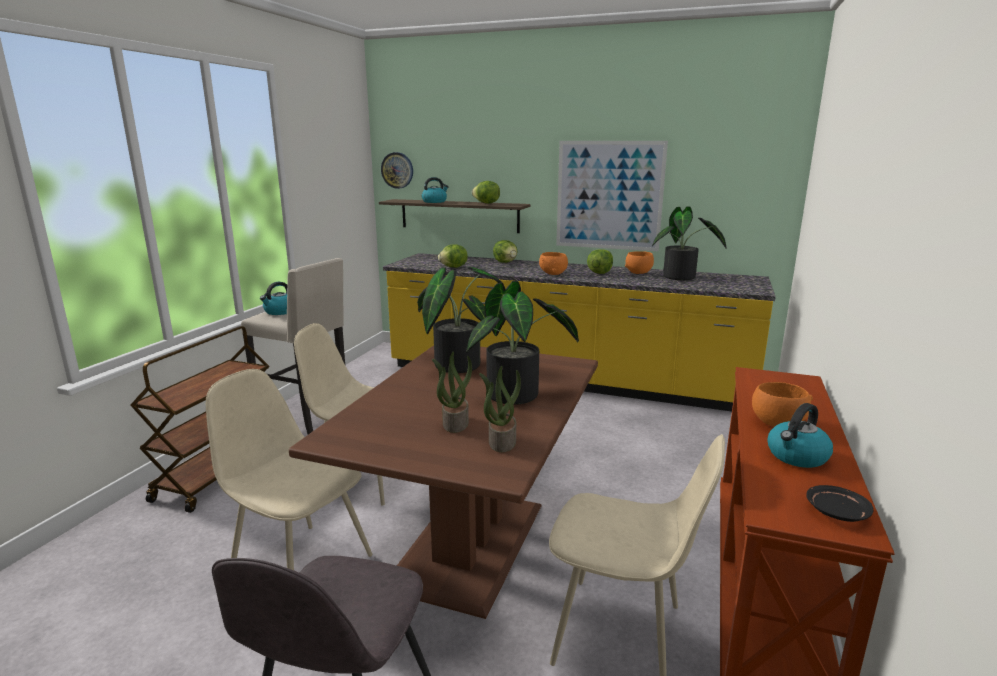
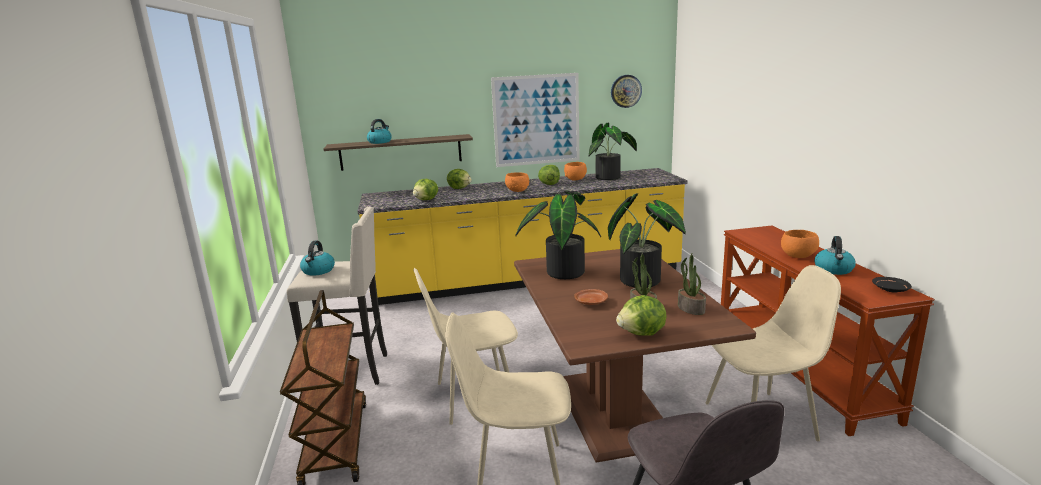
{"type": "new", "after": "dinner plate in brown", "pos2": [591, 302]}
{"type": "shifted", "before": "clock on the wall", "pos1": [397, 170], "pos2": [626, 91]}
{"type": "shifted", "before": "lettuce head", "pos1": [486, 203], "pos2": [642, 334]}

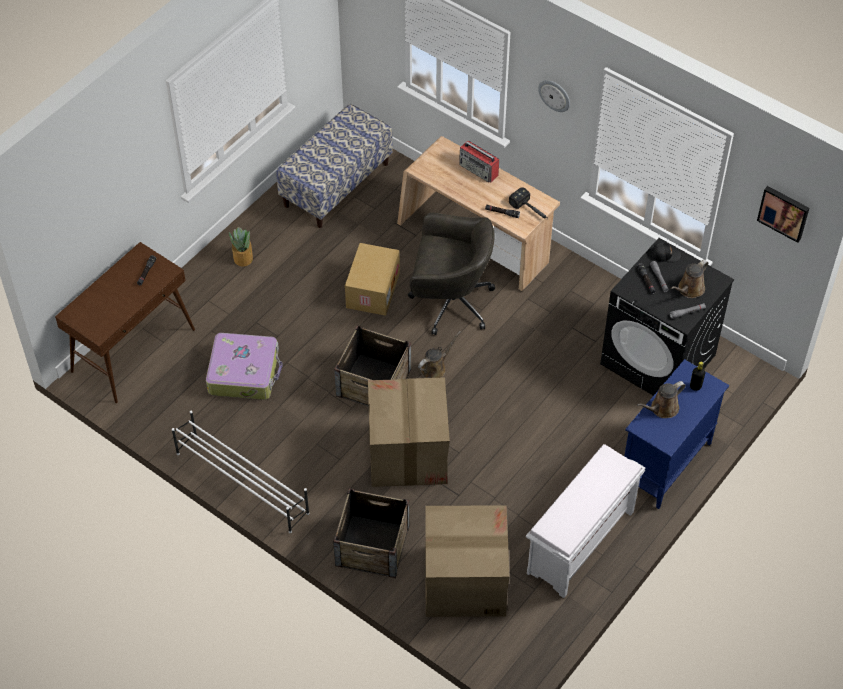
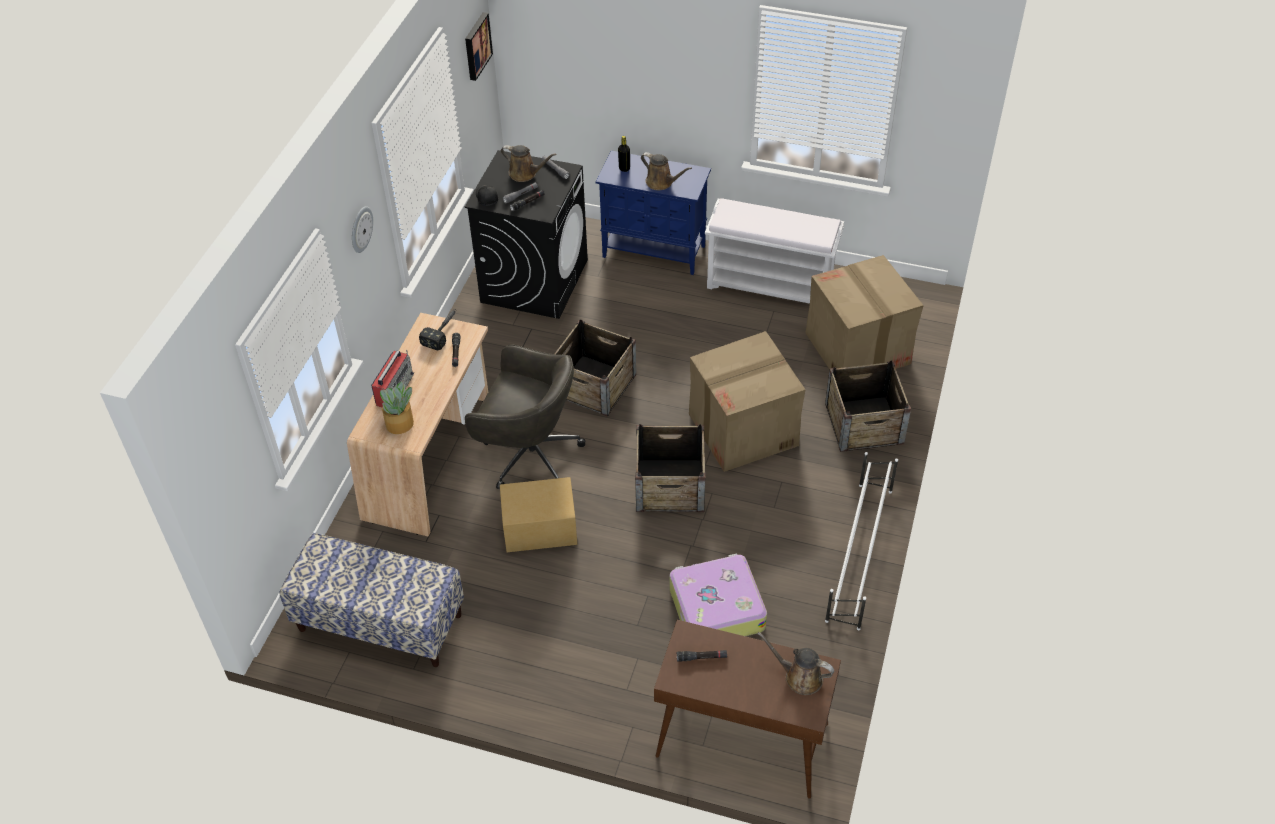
{"type": "new", "after": "packing crate", "pos2": [594, 384]}
{"type": "shifted", "before": "potted plant", "pos1": [243, 258], "pos2": [400, 424]}
{"type": "shifted", "before": "watering pot in brown", "pos1": [435, 368], "pos2": [799, 677]}
{"type": "rotated", "before": "computer chair in gray", "pos1": [450, 302], "pos2": [529, 454], "turn": 120}

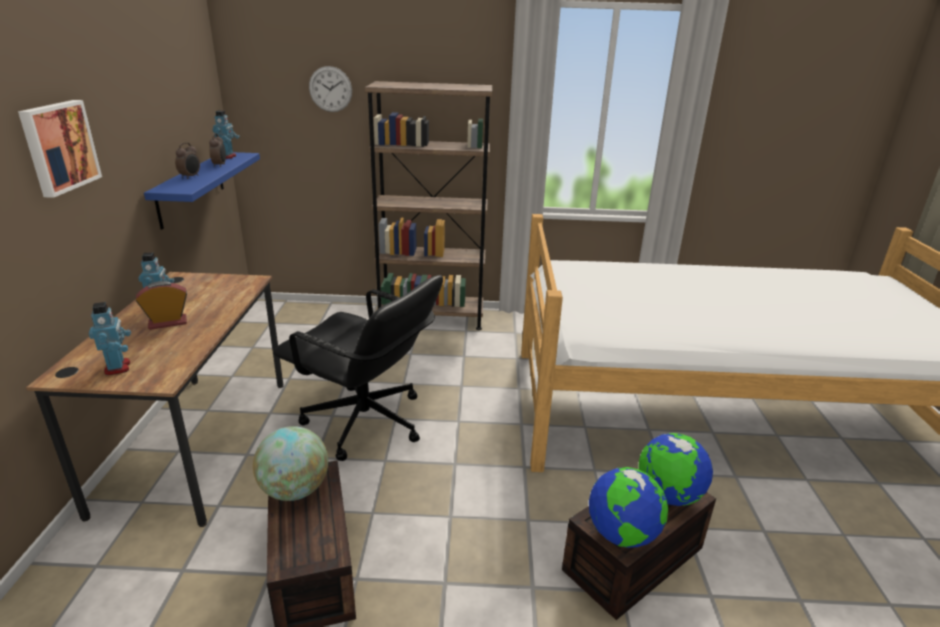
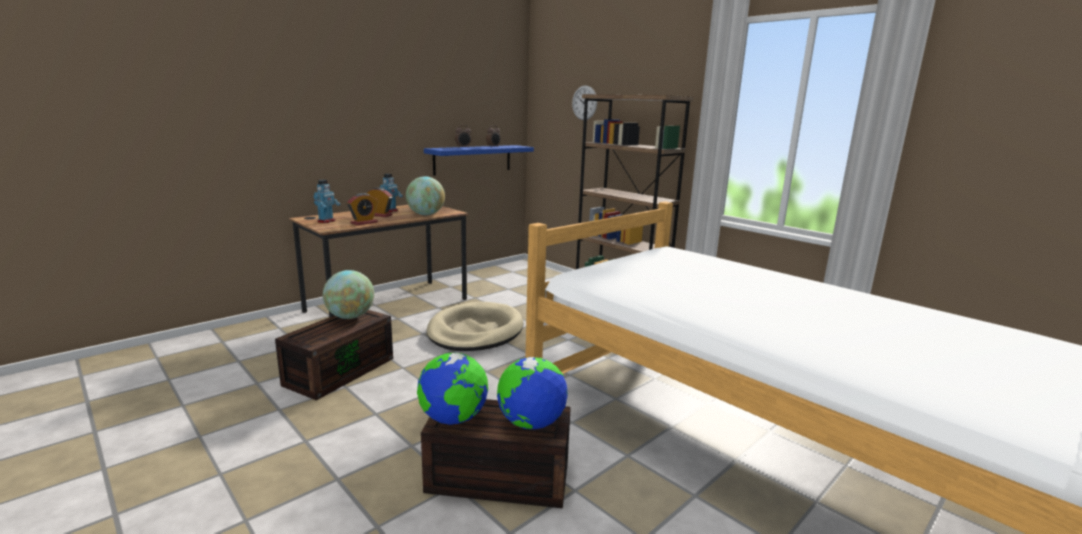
{"type": "gone", "before": "picture", "pos1": [58, 147]}
{"type": "gone", "before": "model robot", "pos1": [228, 157]}
{"type": "new", "after": "table clock", "pos2": [364, 223]}
{"type": "new", "after": "globe", "pos2": [426, 214]}
{"type": "swapped", "before": "computer chair in black-coloured", "after": "pet bed in beige", "pos1": [365, 423], "pos2": [475, 331]}

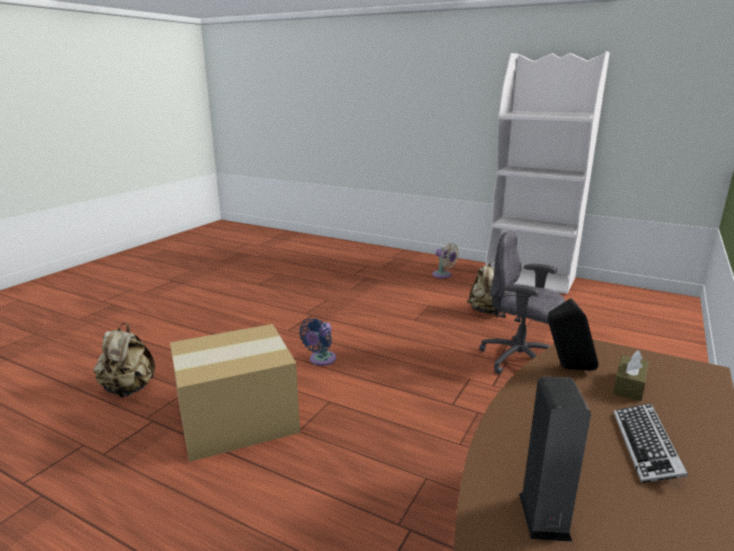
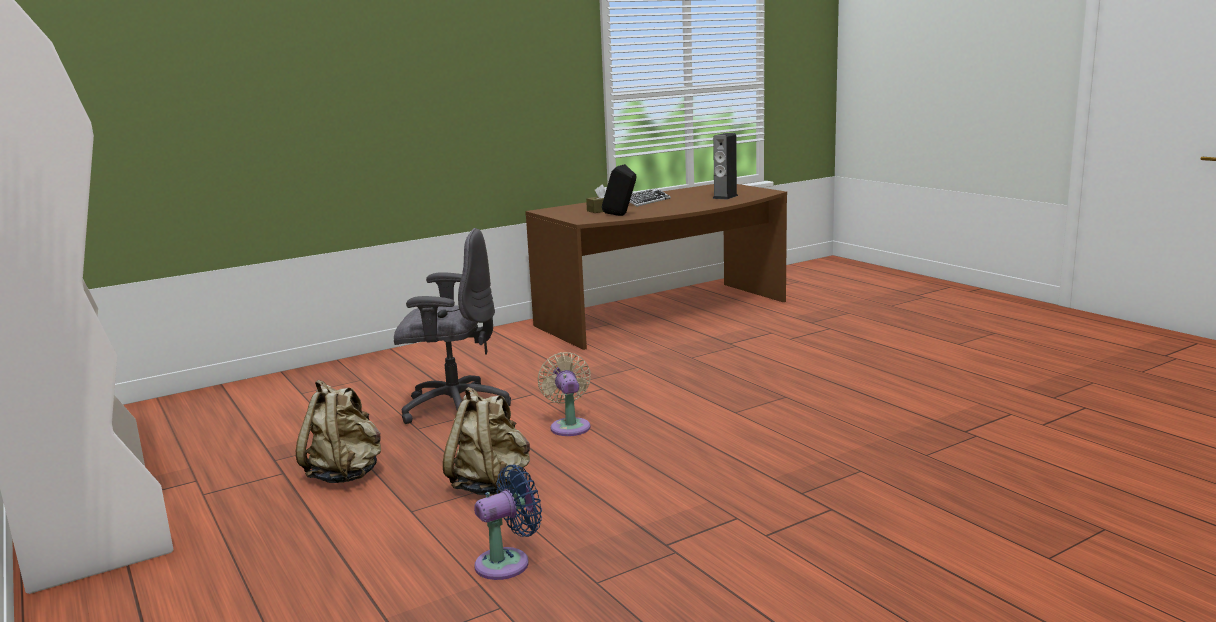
{"type": "gone", "before": "carton", "pos1": [236, 420]}
{"type": "shifted", "before": "backpack in beige", "pos1": [129, 389], "pos2": [491, 485]}
{"type": "shifted", "before": "cooling fan in blue-coloured", "pos1": [321, 360], "pos2": [508, 562]}
{"type": "shifted", "before": "cooling fan in beige", "pos1": [443, 275], "pos2": [569, 426]}
{"type": "rotated", "before": "computer chair in gray", "pos1": [519, 359], "pos2": [453, 408], "turn": -60}

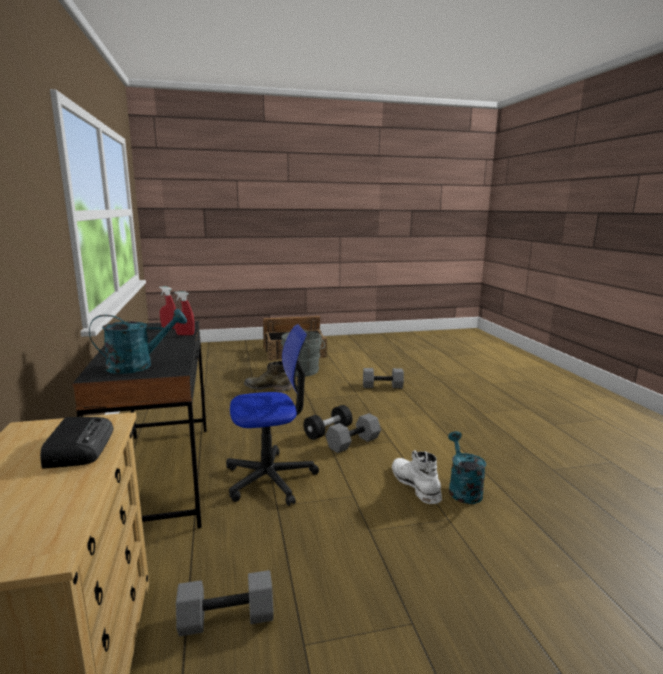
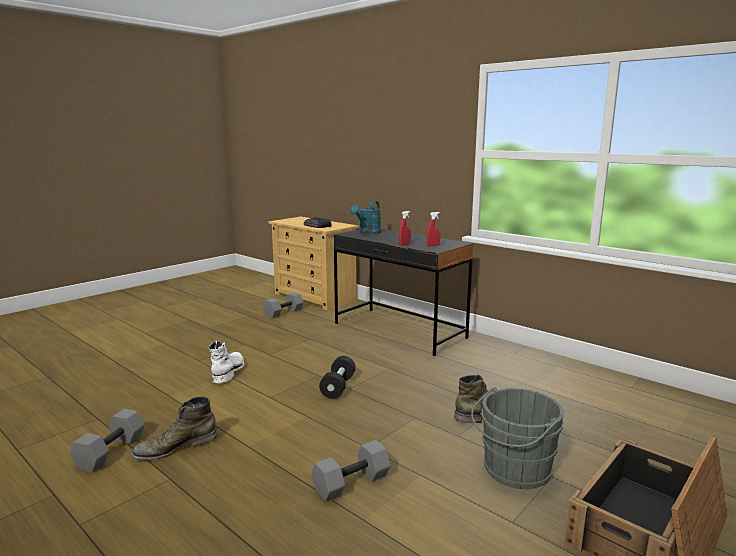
{"type": "gone", "before": "computer chair", "pos1": [270, 479]}
{"type": "gone", "before": "watering pot in blue-green", "pos1": [462, 489]}
{"type": "new", "after": "high-top boot in green", "pos2": [176, 447]}
{"type": "shifted", "before": "hand weight in gray", "pos1": [353, 443], "pos2": [110, 451]}
{"type": "rotated", "before": "high-top boot in whitish", "pos1": [415, 484], "pos2": [229, 371], "turn": -120}

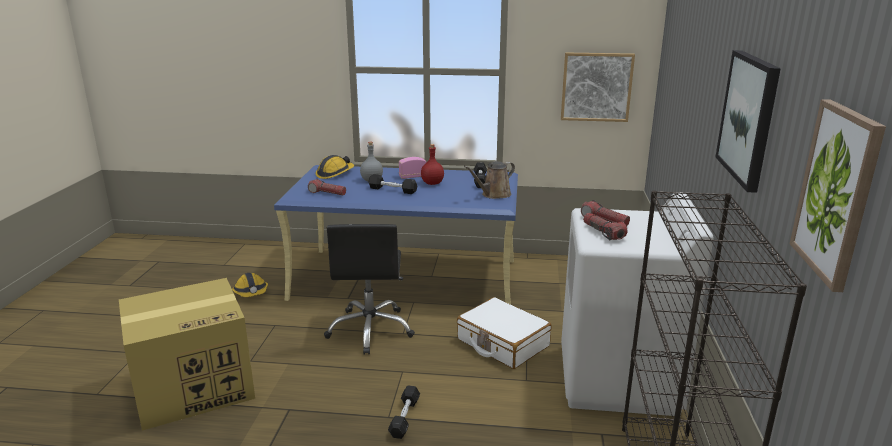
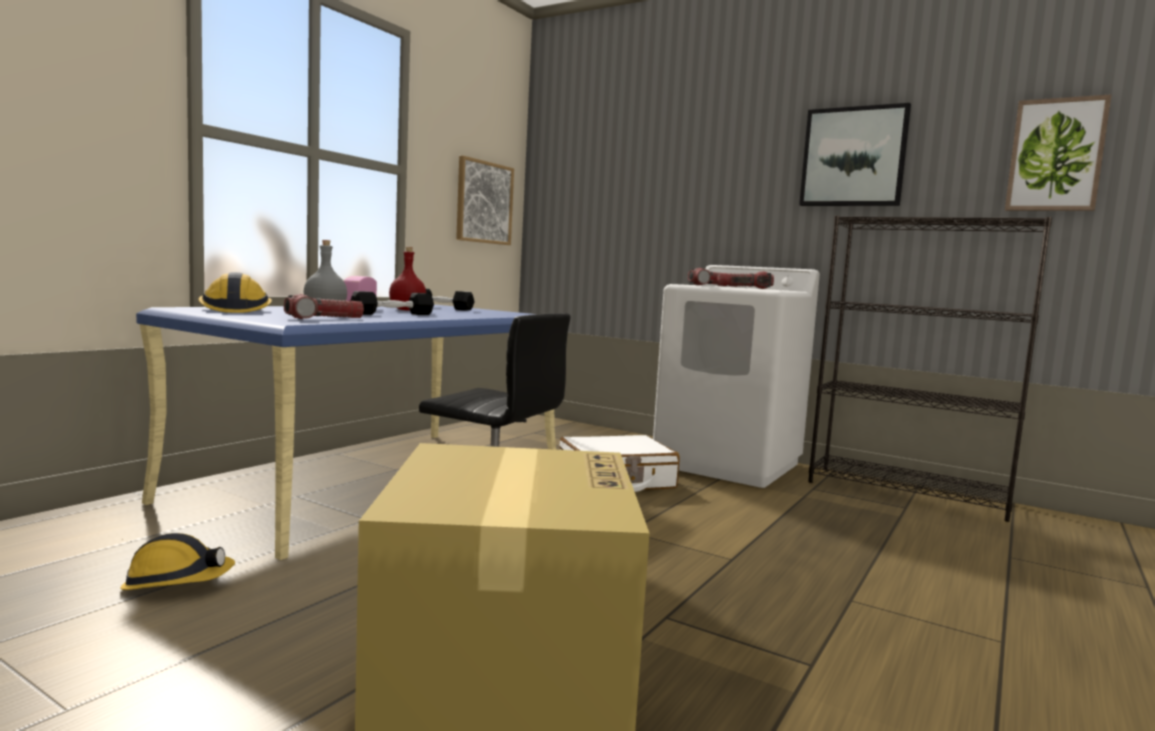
{"type": "gone", "before": "hand weight in black-coloured", "pos1": [404, 418]}
{"type": "gone", "before": "watering pot in brown", "pos1": [494, 195]}

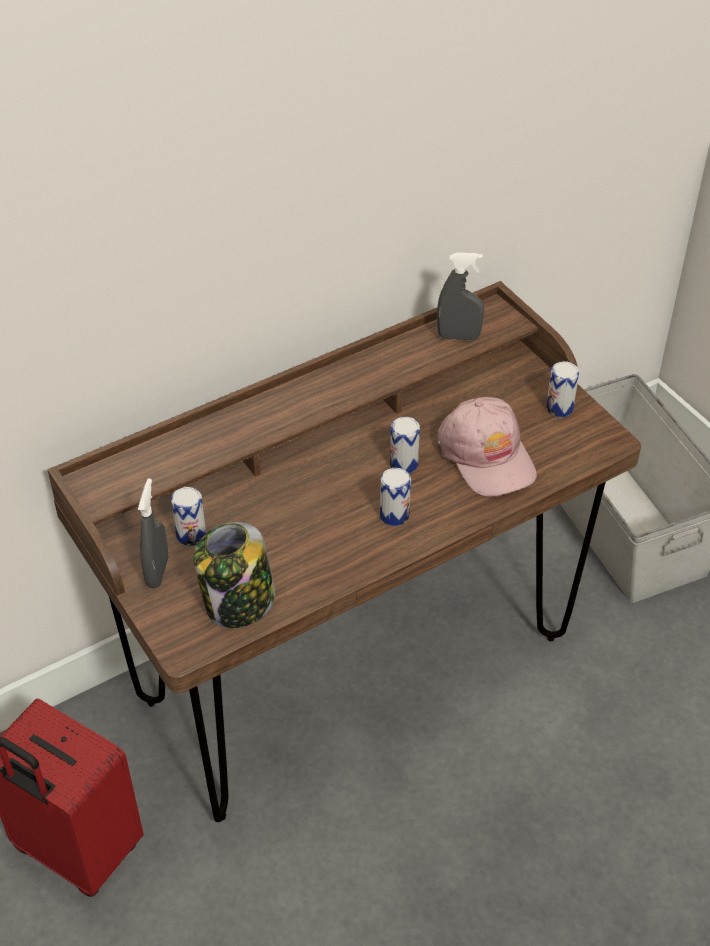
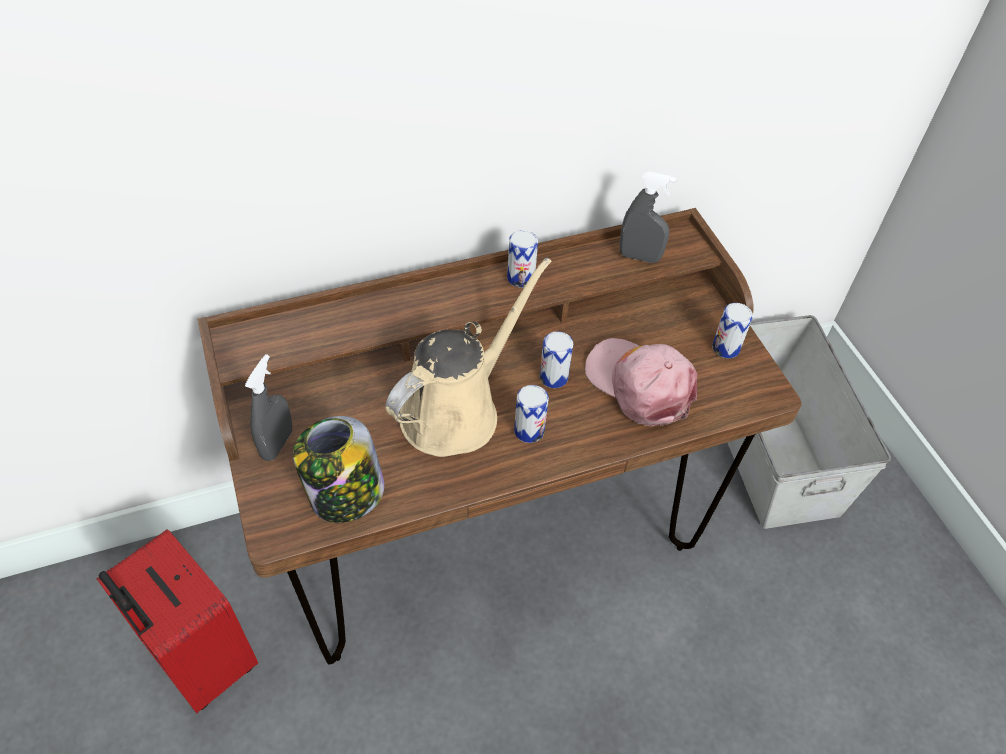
{"type": "new", "after": "watering pot in beige", "pos2": [457, 410]}
{"type": "shifted", "before": "can", "pos1": [191, 535], "pos2": [520, 278]}
{"type": "rotated", "before": "baseball cap in pink", "pos1": [487, 455], "pos2": [640, 384], "turn": 150}

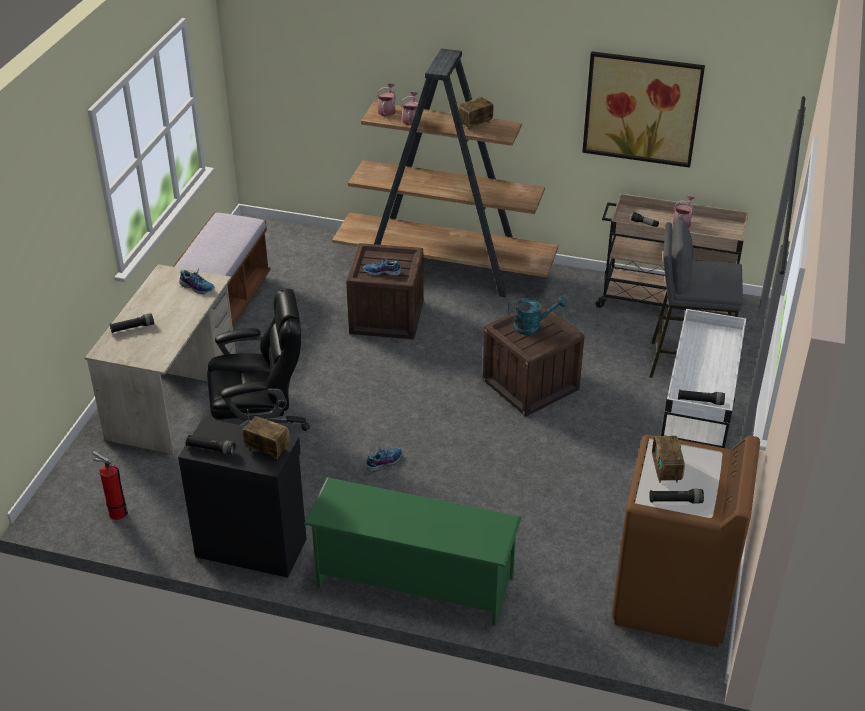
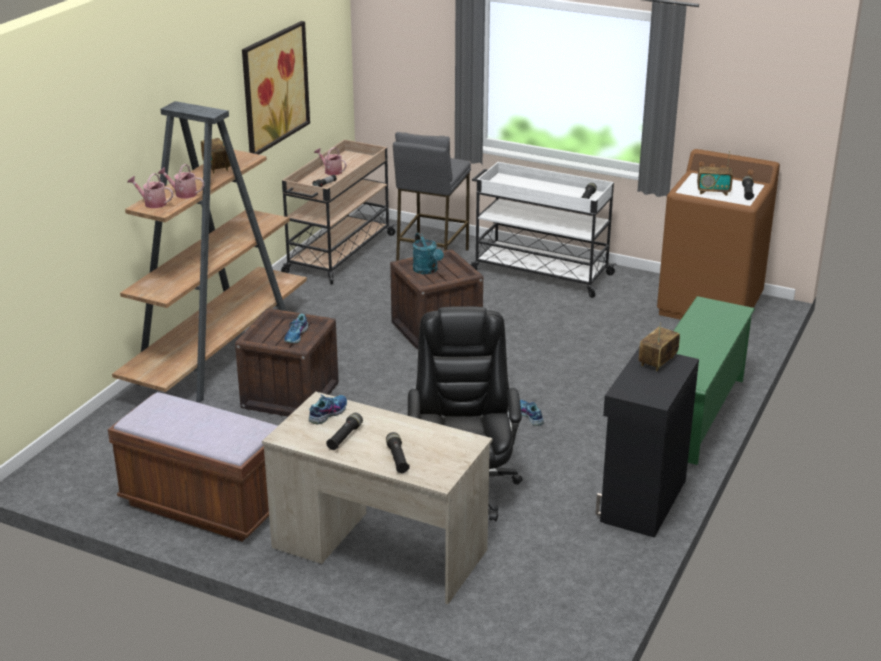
{"type": "gone", "before": "fire-fighting cylinder", "pos1": [116, 512]}
{"type": "shifted", "before": "torch in black-coloured", "pos1": [211, 449], "pos2": [344, 437]}
{"type": "rotated", "before": "watering pot in blue-green", "pos1": [532, 326], "pos2": [427, 271], "turn": 150}

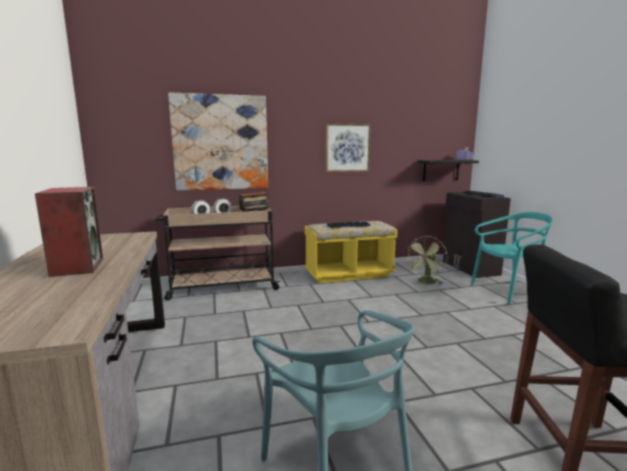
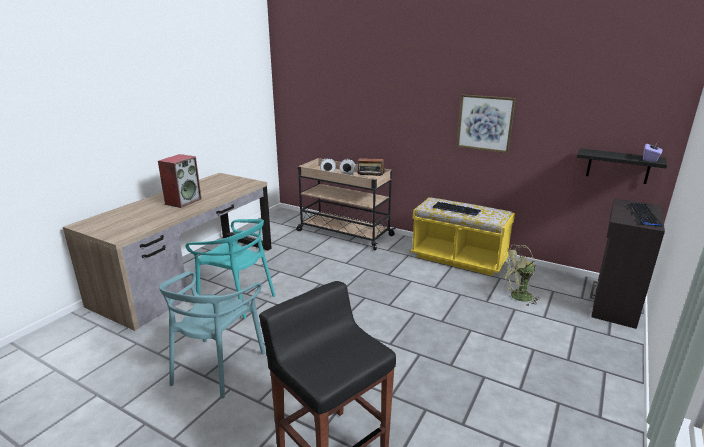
{"type": "gone", "before": "picture", "pos1": [221, 143]}
{"type": "shifted", "before": "upright chair in blue-green", "pos1": [508, 291], "pos2": [237, 299]}

